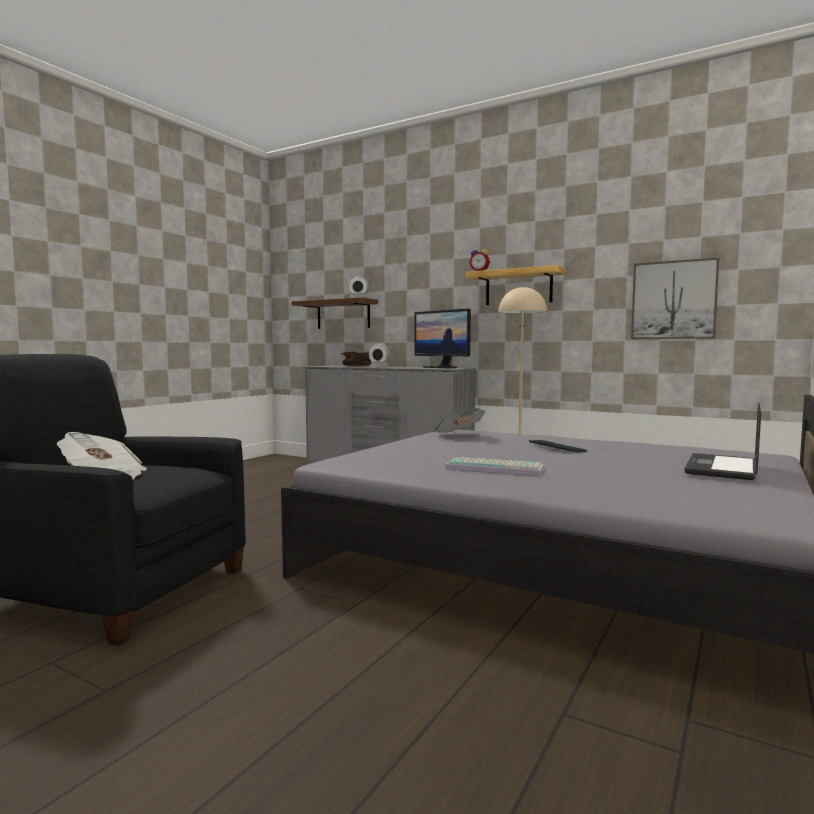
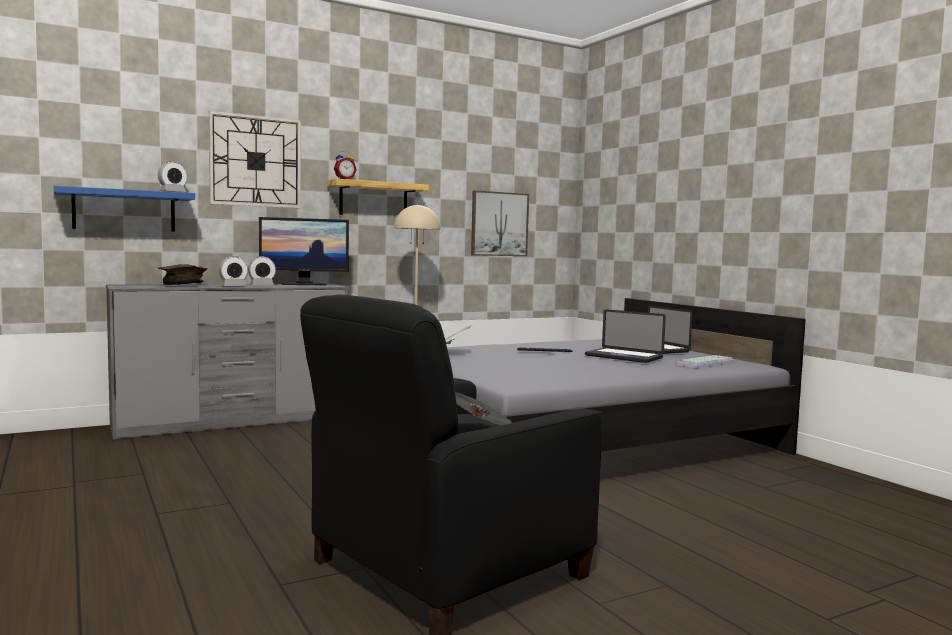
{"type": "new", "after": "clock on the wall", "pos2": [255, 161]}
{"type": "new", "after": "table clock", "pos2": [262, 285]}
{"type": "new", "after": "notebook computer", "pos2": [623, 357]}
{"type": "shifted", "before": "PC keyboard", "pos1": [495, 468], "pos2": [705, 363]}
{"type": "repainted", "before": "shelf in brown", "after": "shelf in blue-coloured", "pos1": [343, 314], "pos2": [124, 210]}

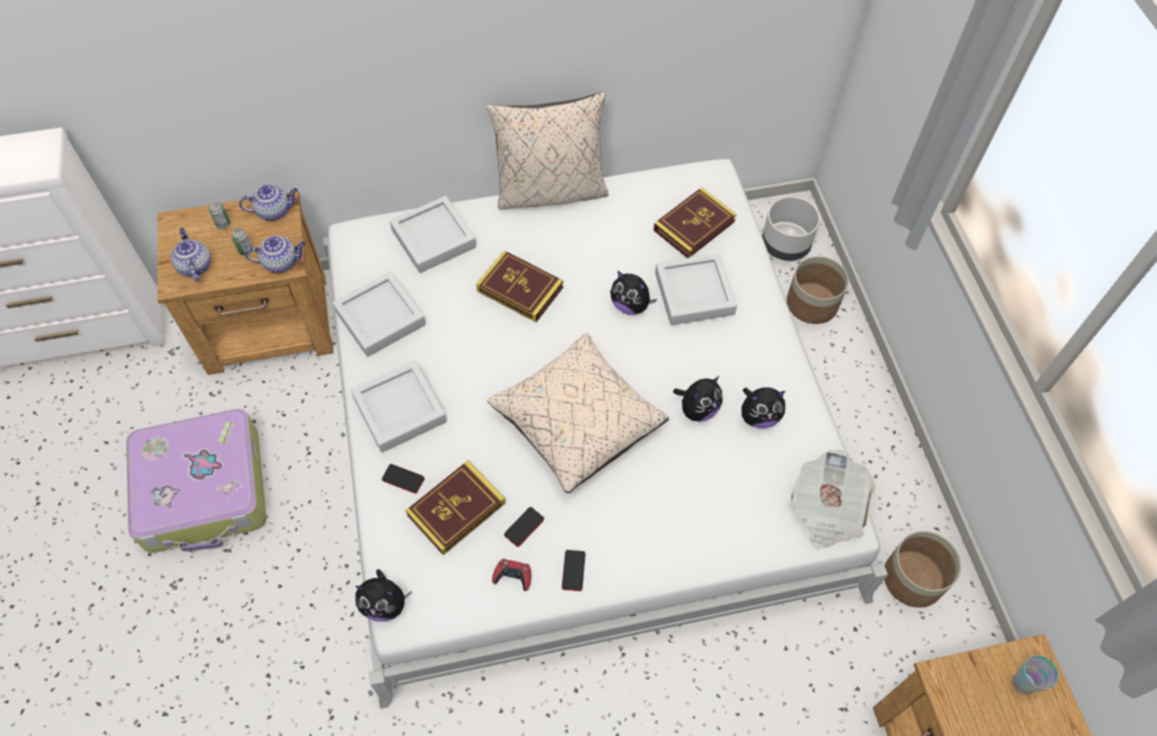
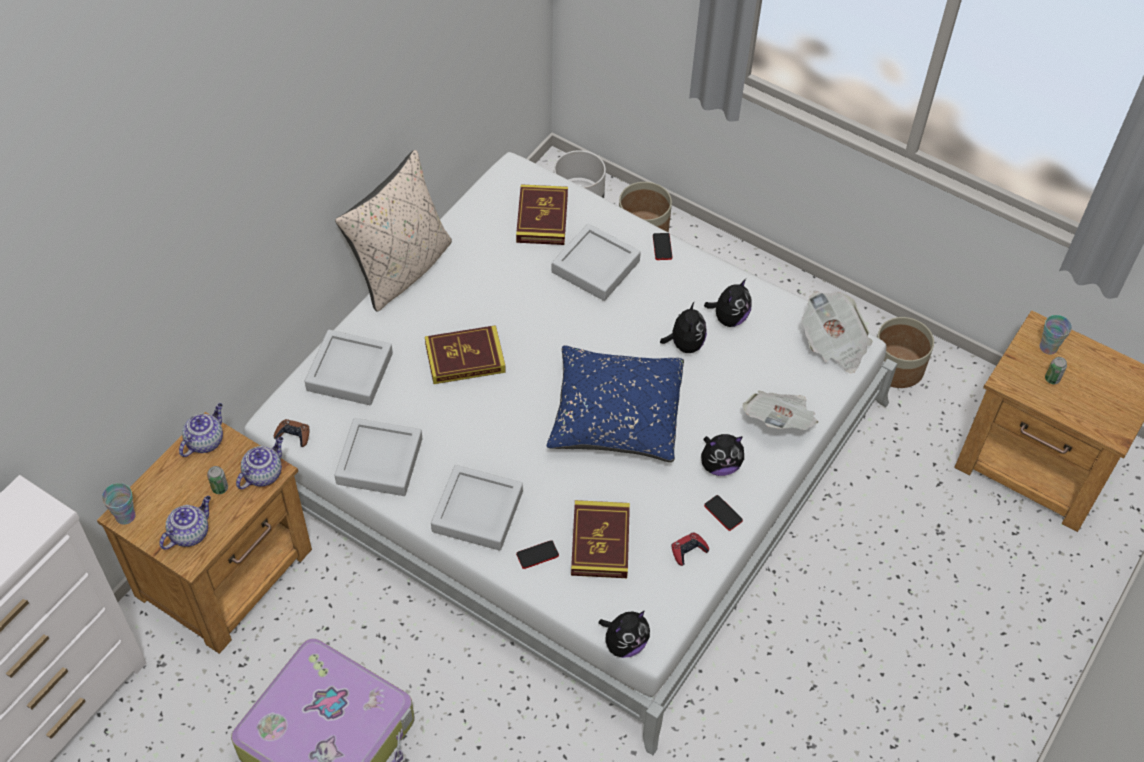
{"type": "new", "after": "cup", "pos2": [125, 516]}
{"type": "new", "after": "joypad in brown", "pos2": [293, 435]}
{"type": "new", "after": "printed paper", "pos2": [779, 421]}
{"type": "shifted", "before": "can", "pos1": [223, 224], "pos2": [1052, 379]}
{"type": "shifted", "before": "handset", "pos1": [524, 527], "pos2": [662, 247]}
{"type": "shifted", "before": "cuddly toy", "pos1": [630, 305], "pos2": [720, 465]}
{"type": "repainted", "before": "throw pillow in beige", "after": "throw pillow in blue-coloured", "pos1": [577, 422], "pos2": [615, 417]}
{"type": "rotated", "before": "tea pot", "pos1": [195, 266], "pos2": [190, 533], "turn": 105}

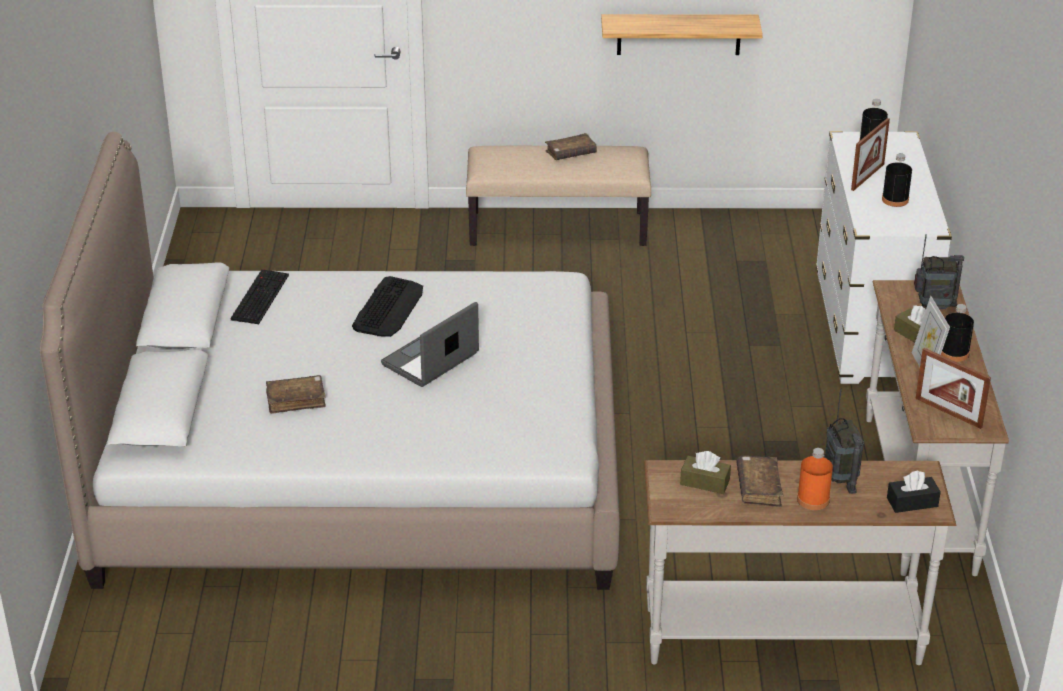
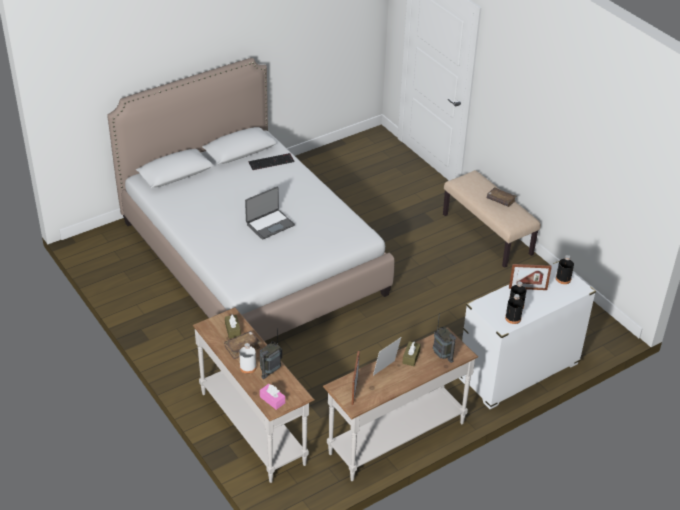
{"type": "gone", "before": "bound book in brown", "pos1": [296, 400]}
{"type": "gone", "before": "PC keyboard", "pos1": [388, 308]}
{"type": "gone", "before": "shelf", "pos1": [679, 34]}
{"type": "shifted", "before": "bottle in black-coloured", "pos1": [954, 353], "pos2": [513, 318]}
{"type": "repainted", "before": "bottle in orange", "after": "bottle in whitish", "pos1": [813, 499], "pos2": [248, 367]}
{"type": "repainted", "before": "box of tissues in black-coloured", "after": "box of tissues in pink", "pos1": [912, 502], "pos2": [272, 400]}
{"type": "rotated", "before": "notebook computer", "pos1": [431, 360], "pos2": [269, 224], "turn": 135}

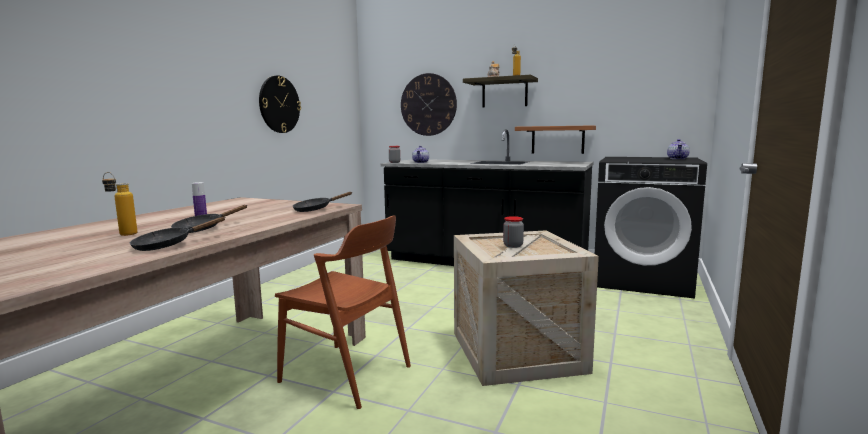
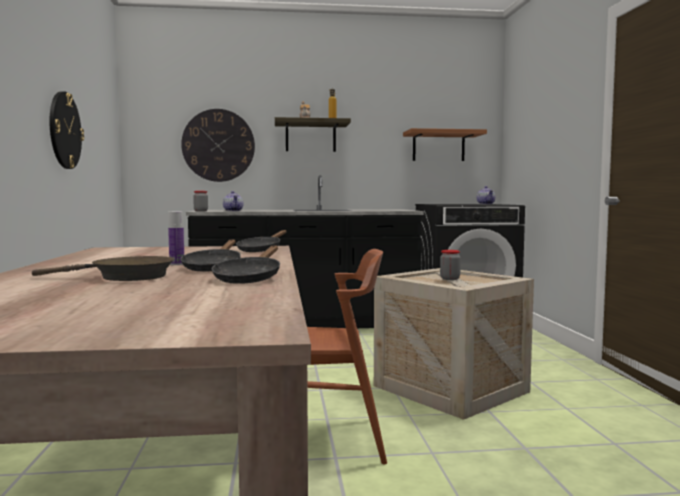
{"type": "shifted", "before": "shelf", "pos1": [557, 140], "pos2": [438, 146]}
{"type": "swapped", "before": "bottle", "after": "skillet in brown", "pos1": [123, 234], "pos2": [126, 277]}

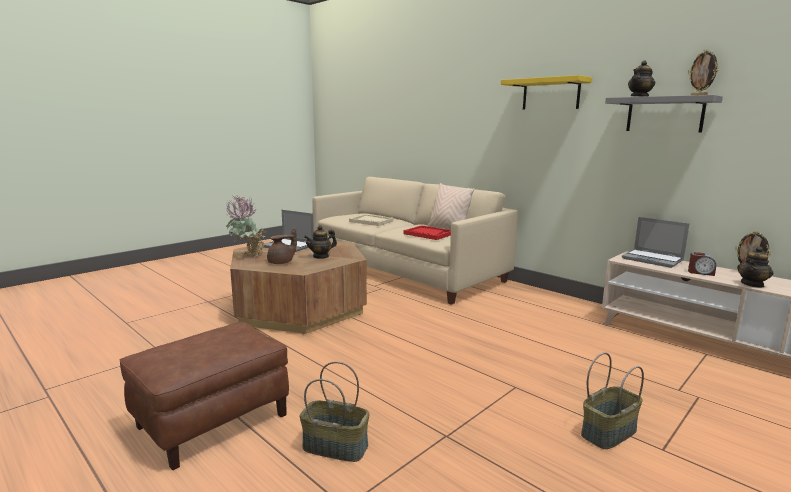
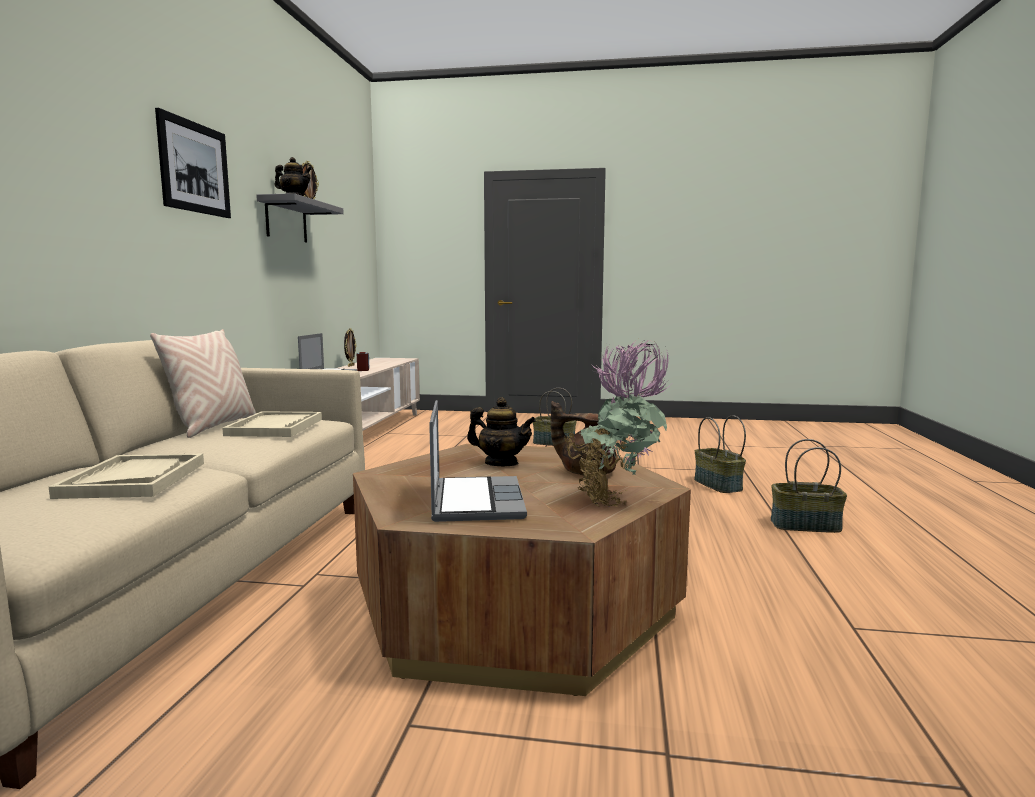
{"type": "gone", "before": "tea pot", "pos1": [752, 284]}
{"type": "swapped", "before": "pouffe in brown", "after": "basket", "pos1": [213, 420], "pos2": [805, 526]}
{"type": "swapped", "before": "shelf in yellow-coloured", "after": "picture", "pos1": [551, 94], "pos2": [194, 167]}
{"type": "repainted", "before": "carrying tray in reddish", "after": "carrying tray in beige", "pos1": [428, 234], "pos2": [275, 427]}

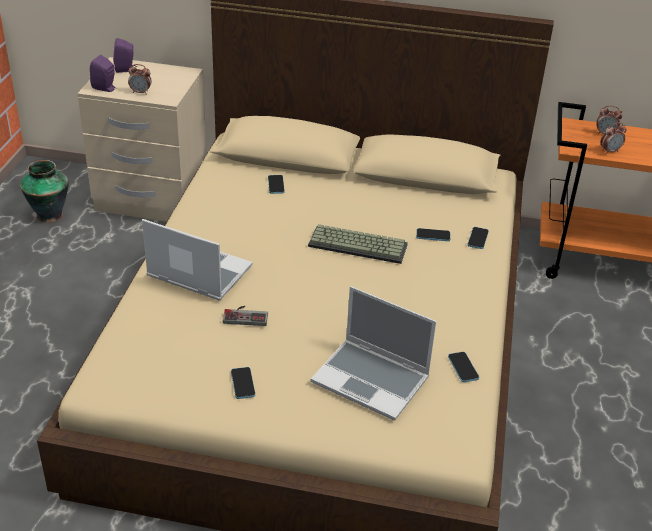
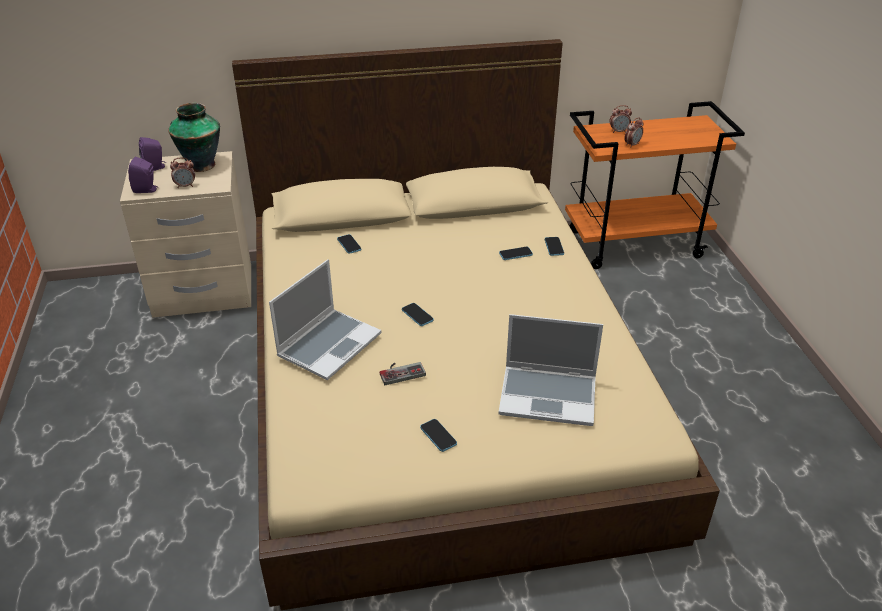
{"type": "gone", "before": "PC keyboard", "pos1": [359, 244]}
{"type": "shifted", "before": "flower vase", "pos1": [49, 215], "pos2": [200, 165]}
{"type": "shifted", "before": "handset", "pos1": [463, 368], "pos2": [417, 315]}
{"type": "rotated", "before": "notebook computer", "pos1": [198, 272], "pos2": [329, 344], "turn": 120}

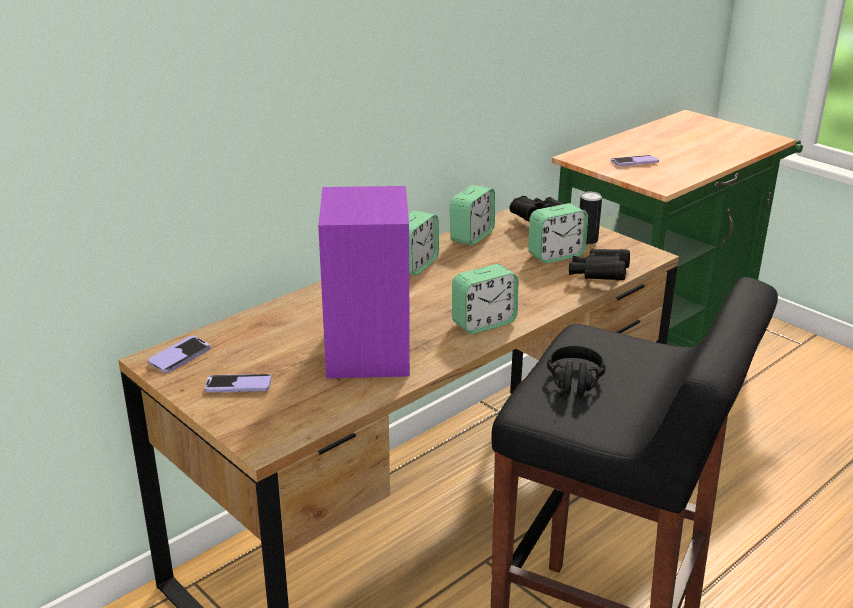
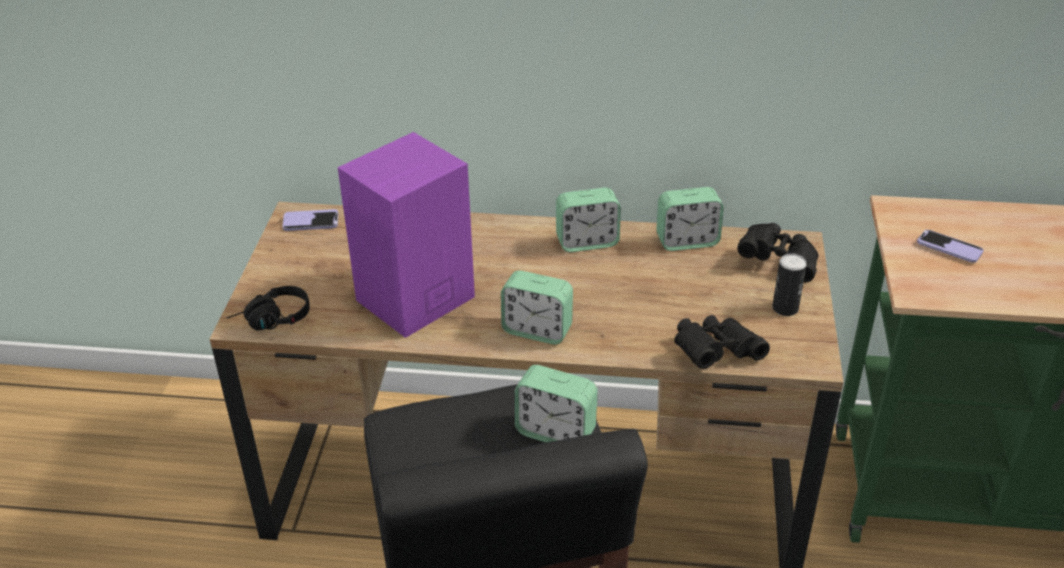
{"type": "gone", "before": "handset", "pos1": [238, 385]}
{"type": "shifted", "before": "table clock", "pos1": [556, 255], "pos2": [555, 432]}
{"type": "shifted", "before": "headset in black-coloured", "pos1": [574, 387], "pos2": [271, 321]}

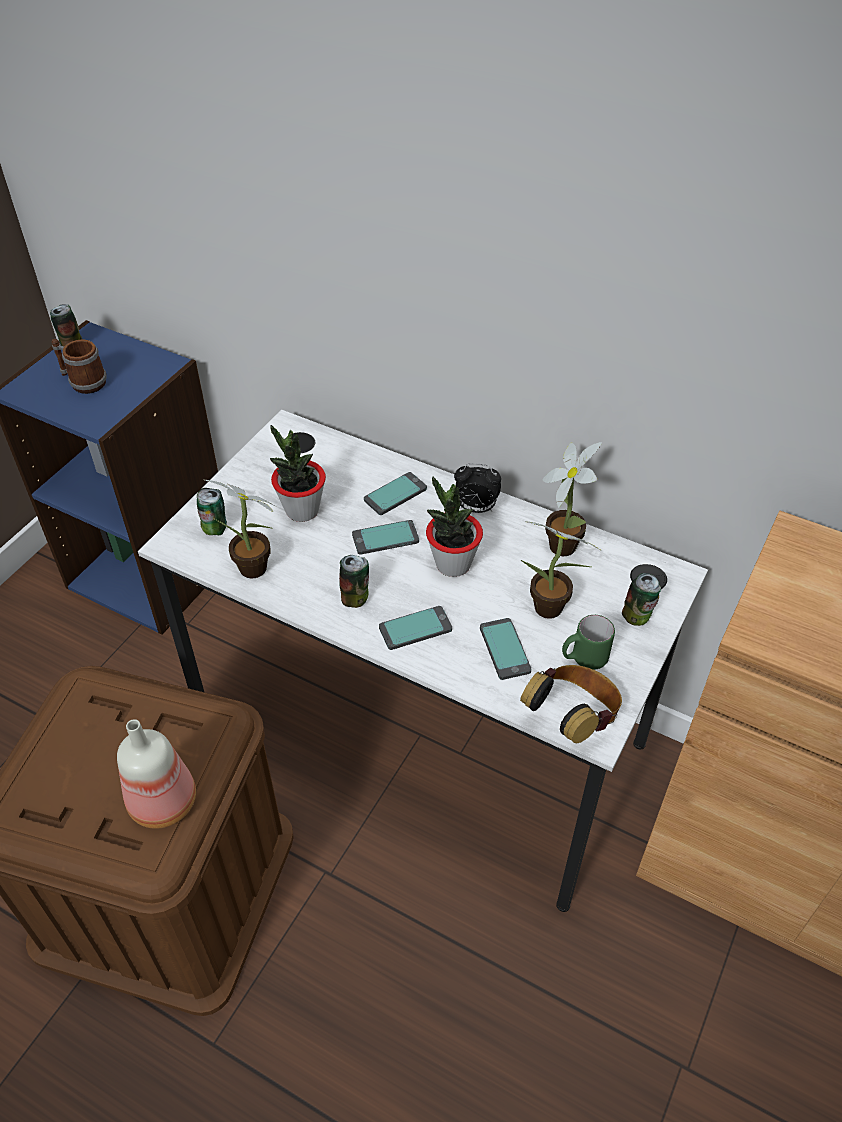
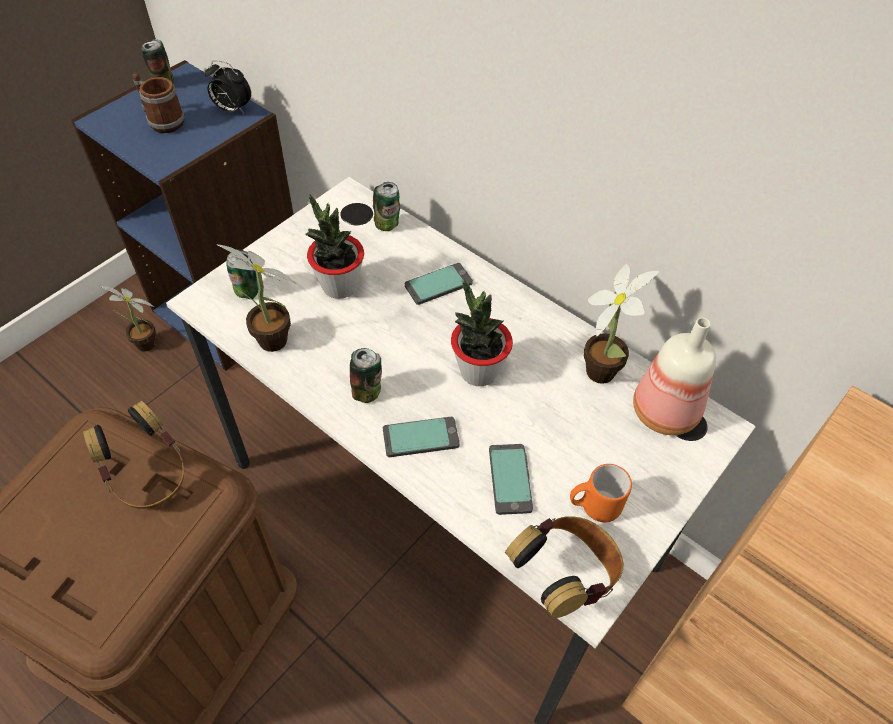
{"type": "gone", "before": "handset", "pos1": [385, 538]}
{"type": "new", "after": "headset", "pos2": [149, 477]}
{"type": "shifted", "before": "bottle", "pos1": [163, 800], "pos2": [664, 410]}
{"type": "shifted", "before": "table clock", "pos1": [475, 508], "pos2": [232, 109]}
{"type": "shifted", "before": "potted plant", "pos1": [552, 610], "pos2": [147, 346]}
{"type": "shifted", "before": "can", "pos1": [637, 617], "pos2": [388, 224]}
{"type": "repainted", "before": "coffee mug in green", "after": "coffee mug in orange", "pos1": [583, 658], "pos2": [594, 506]}

